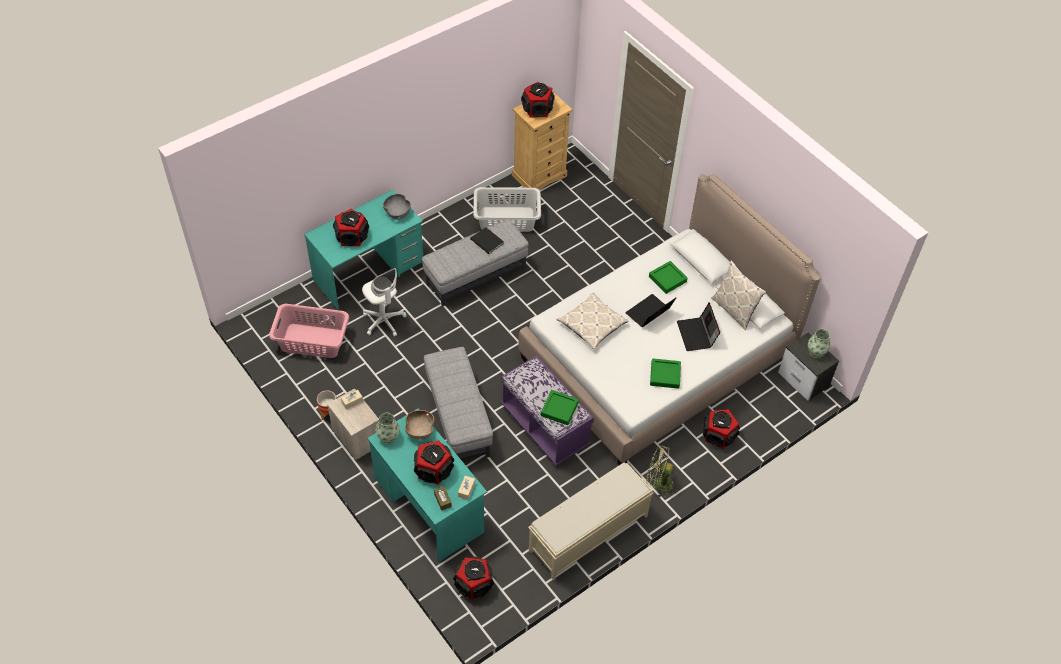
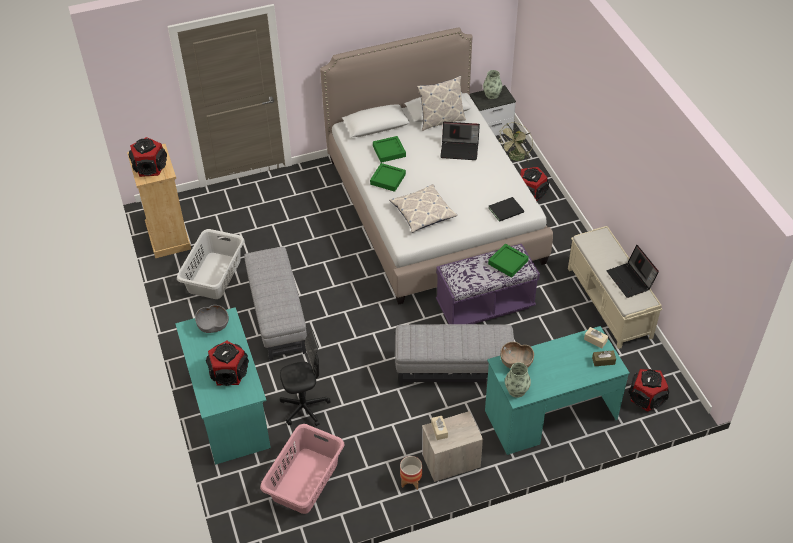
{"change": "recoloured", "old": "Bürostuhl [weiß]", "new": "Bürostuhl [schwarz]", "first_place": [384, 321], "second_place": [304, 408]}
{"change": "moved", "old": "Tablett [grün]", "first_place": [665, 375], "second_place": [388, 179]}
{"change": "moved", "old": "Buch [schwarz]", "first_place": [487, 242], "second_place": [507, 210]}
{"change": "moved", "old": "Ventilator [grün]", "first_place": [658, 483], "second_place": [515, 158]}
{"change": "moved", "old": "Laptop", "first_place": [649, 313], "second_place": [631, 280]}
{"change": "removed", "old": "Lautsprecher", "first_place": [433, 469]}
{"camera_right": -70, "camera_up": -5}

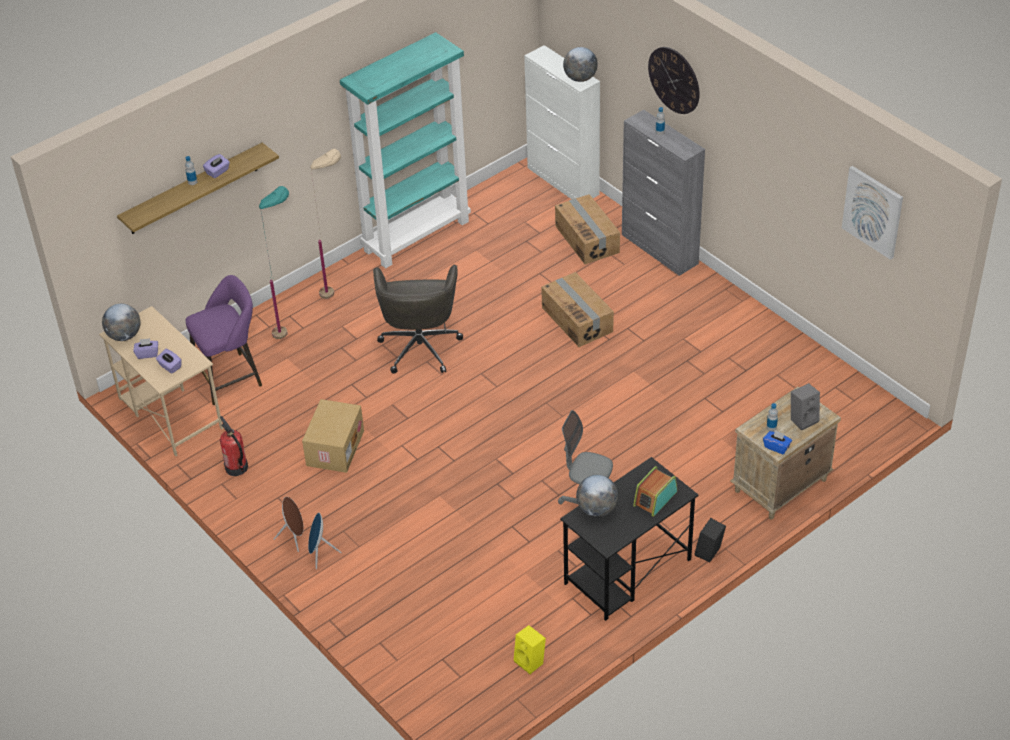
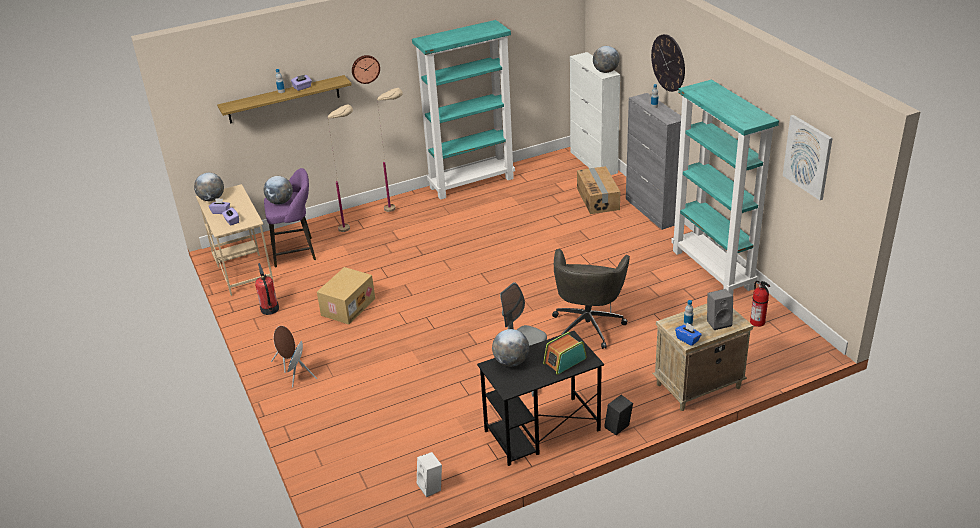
{"change": "added", "new": "Globus", "second_place": [280, 202]}
{"change": "recoloured", "old": "Stehlampe [türkis]", "new": "Stehlampe [beige]", "first_place": [290, 330], "second_place": [353, 228]}
{"change": "added", "new": "Wanduhr", "second_place": [365, 69]}
{"change": "recoloured", "old": "Lautsprecher [gelb]", "new": "Lautsprecher [weiß]", "first_place": [531, 661], "second_place": [431, 487]}
{"change": "moved", "old": "Bürostuhl [grau]", "first_place": [420, 346], "second_place": [588, 325]}
{"change": "added", "new": "Bücherregal [türkis]", "second_place": [713, 269]}
{"change": "added", "new": "Feuerlöscher", "second_place": [758, 322]}
{"change": "removed", "old": "Karton", "first_place": [577, 319]}
{"camera_right": 15, "camera_up": -10}

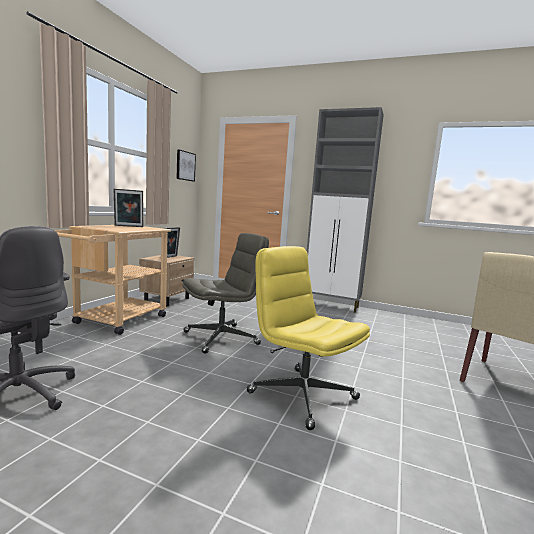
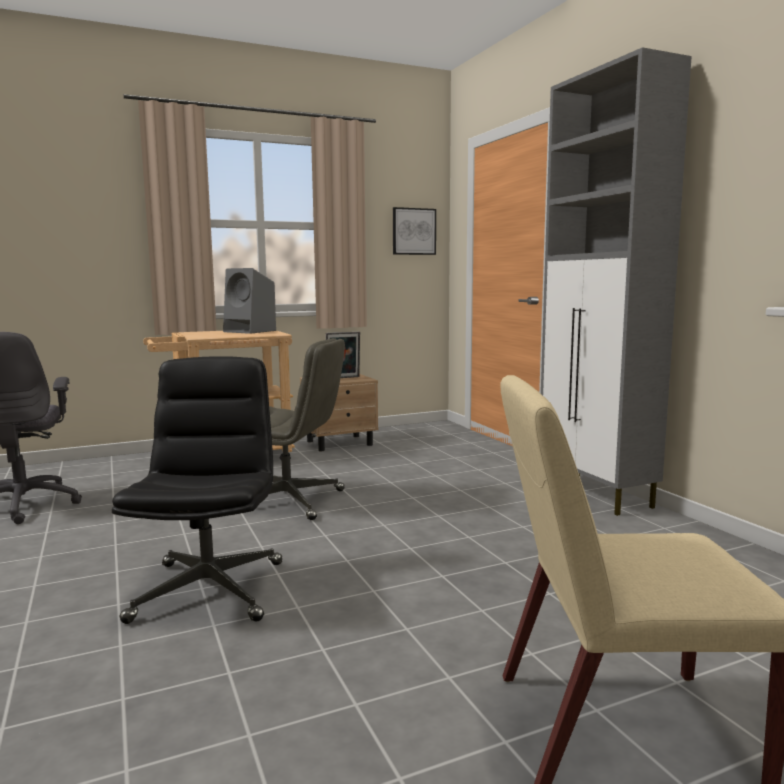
{"change": "recoloured", "old": "Bürostuhl [gelb]", "new": "Bürostuhl [schwarz]", "first_place": [301, 395], "second_place": [209, 590]}
{"change": "replaced", "old": "Bilderrahmen", "new": "Lautsprecher [grau]", "first_place": [128, 226], "second_place": [251, 331]}
{"camera_right": 45, "camera_up": 0}

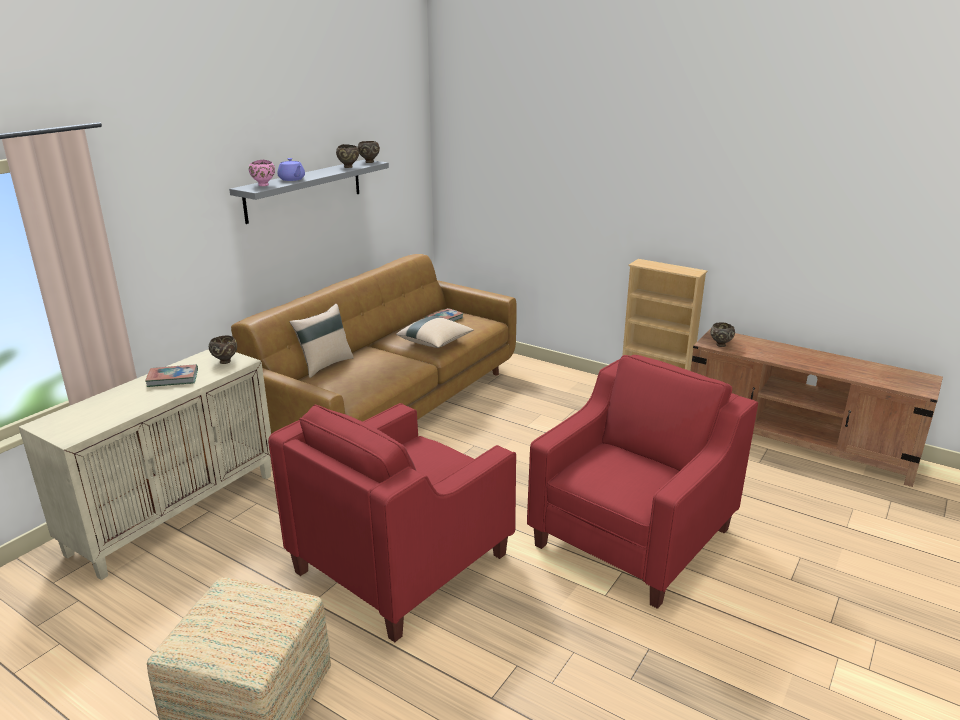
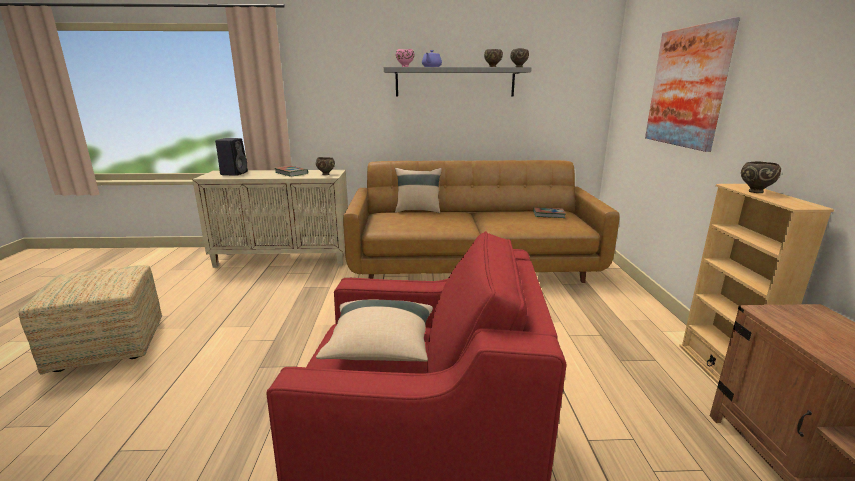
{"change": "added", "new": "Lautsprecher [schwarz]", "second_place": [234, 173]}
{"change": "moved", "old": "Kissen [beige]", "first_place": [435, 343], "second_place": [380, 348]}
{"change": "added", "new": "Bild", "second_place": [687, 87]}
{"change": "moved", "old": "Schüssel [braun]", "first_place": [720, 345], "second_place": [755, 191]}
{"change": "removed", "old": "Sessel [rot]", "first_place": [401, 563]}
{"camera_right": 55, "camera_up": -5}

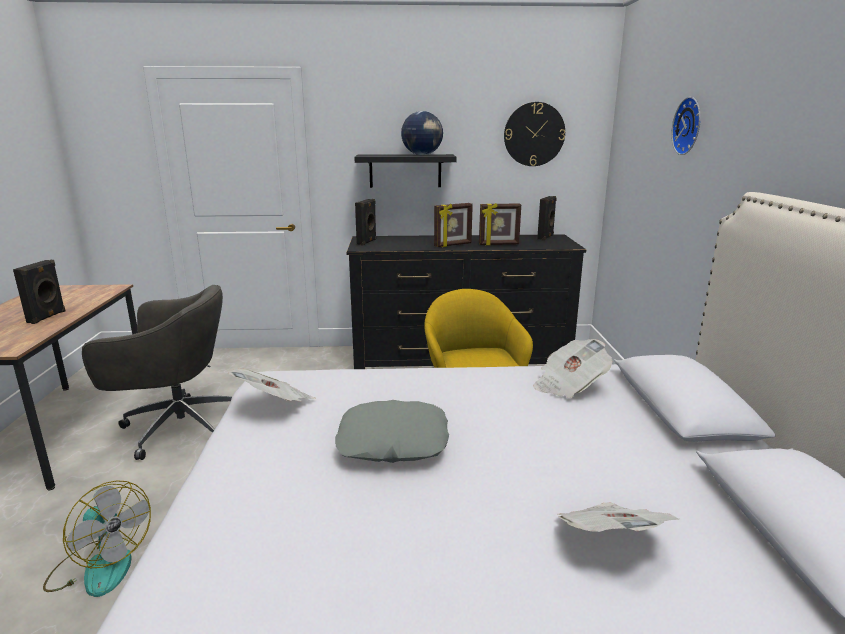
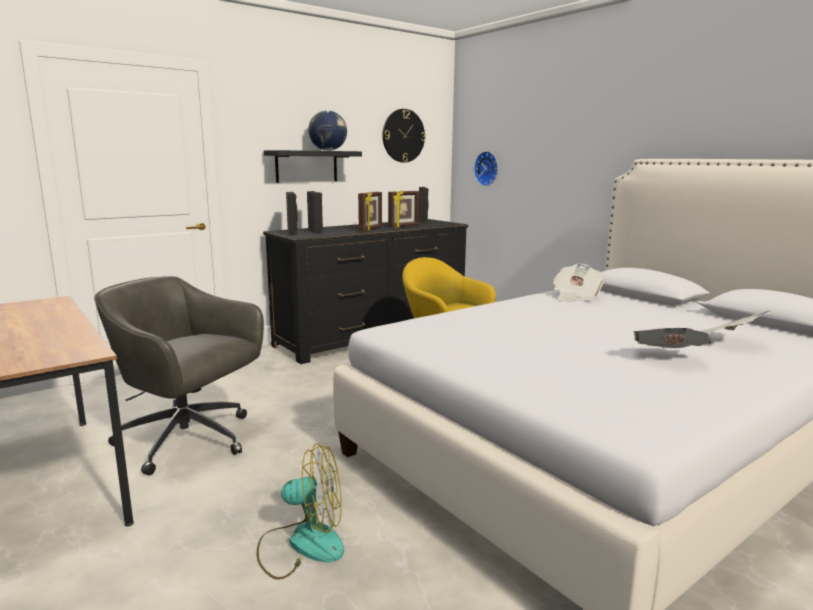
{"change": "turned", "old": "Bürostuhl [grau]", "first_place": [178, 427], "second_place": [189, 440], "degrees": -120}
{"change": "moved", "old": "Lautsprecher [schwarz]", "first_place": [47, 317], "second_place": [316, 231]}
{"change": "moved", "old": "Wanduhr", "first_place": [690, 126], "second_place": [487, 168]}
{"change": "moved", "old": "Zeitung", "first_place": [275, 404], "second_place": [668, 358]}
{"change": "removed", "old": "Kissen [grau]", "first_place": [393, 442]}
{"camera_right": -35, "camera_up": -5}

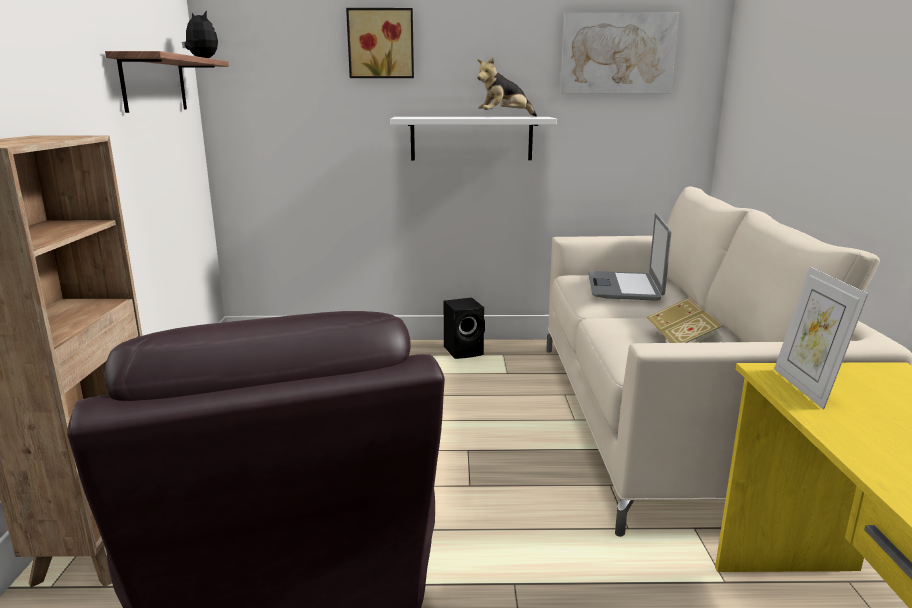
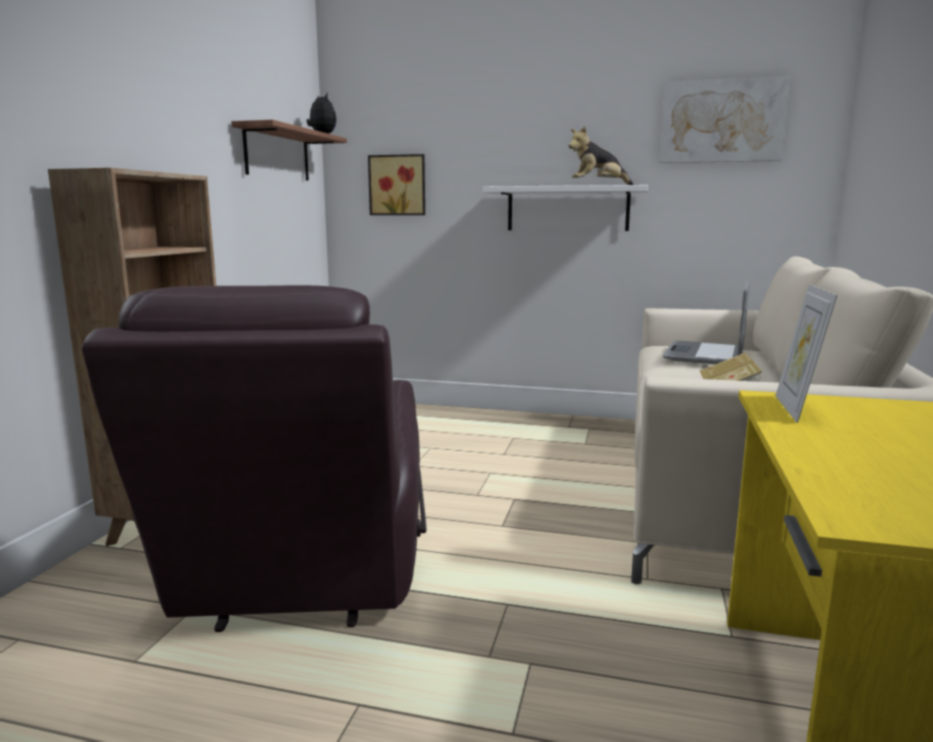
{"change": "moved", "old": "Bild", "first_place": [381, 44], "second_place": [398, 185]}
{"change": "removed", "old": "Lautsprecher [schwarz]", "first_place": [465, 351]}
{"camera_right": 15, "camera_up": -5}

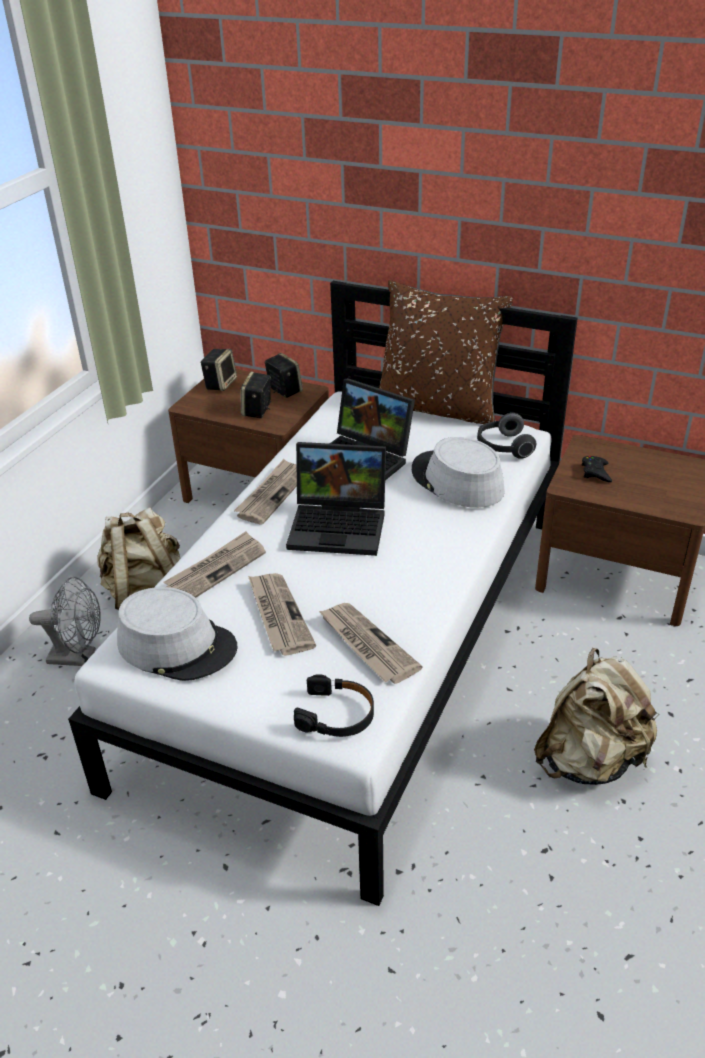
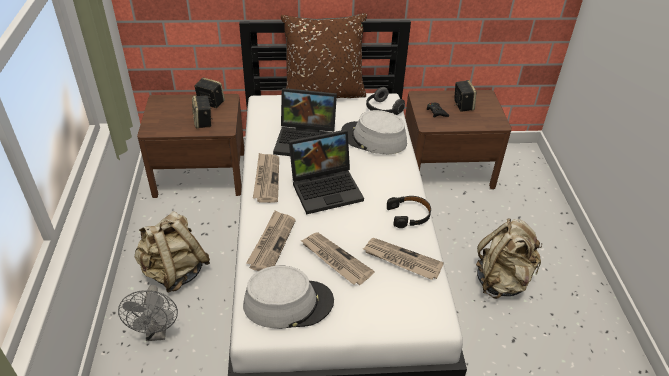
{"change": "turned", "old": "Ventilator [grau]", "first_place": [79, 657], "second_place": [157, 332], "degrees": 105}
{"change": "moved", "old": "Kopfhörer [schwarz]", "first_place": [336, 715], "second_place": [409, 215]}
{"change": "moved", "old": "Lautsprecher", "first_place": [220, 384], "second_place": [462, 105]}
{"camera_right": -30, "camera_up": 5}

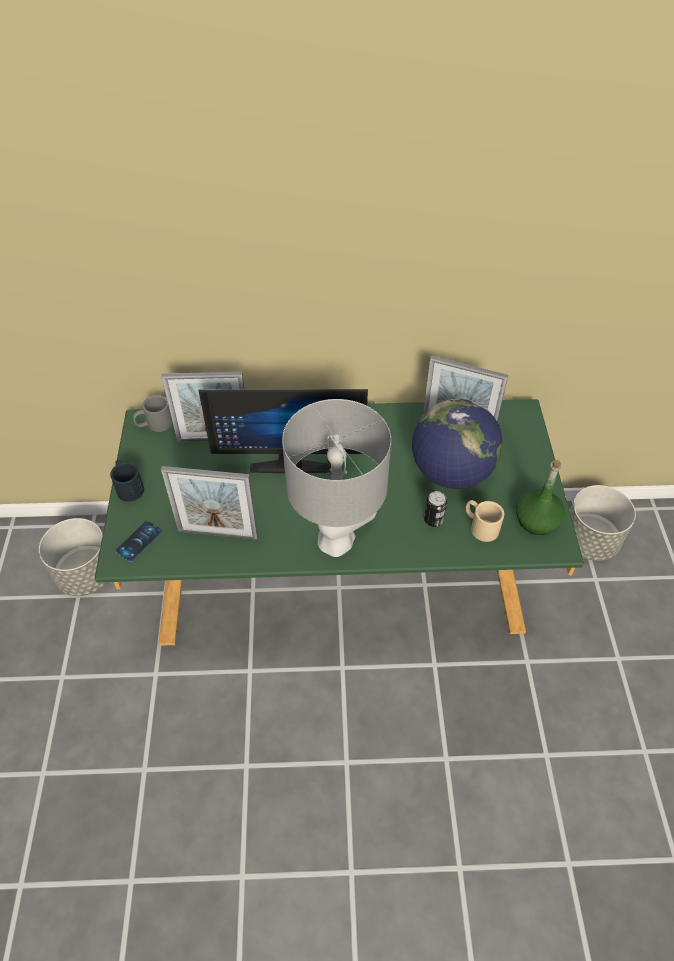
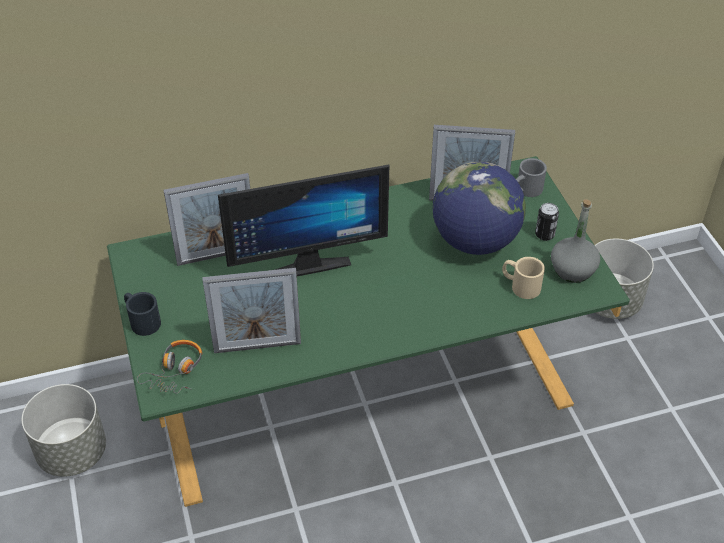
{"change": "replaced", "old": "Handy", "new": "Kopfhörer", "first_place": [139, 541], "second_place": [175, 371]}
{"change": "moved", "old": "Henkelbecher [grau]", "first_place": [154, 424], "second_place": [525, 191]}
{"change": "moved", "old": "Dose", "first_place": [433, 520], "second_place": [544, 234]}
{"change": "recoloured", "old": "Flasche [grün]", "new": "Flasche [grau]", "first_place": [536, 520], "second_place": [573, 269]}
{"change": "removed", "old": "Tischlampe [grau]", "first_place": [336, 540]}
{"camera_right": -15, "camera_up": -5}

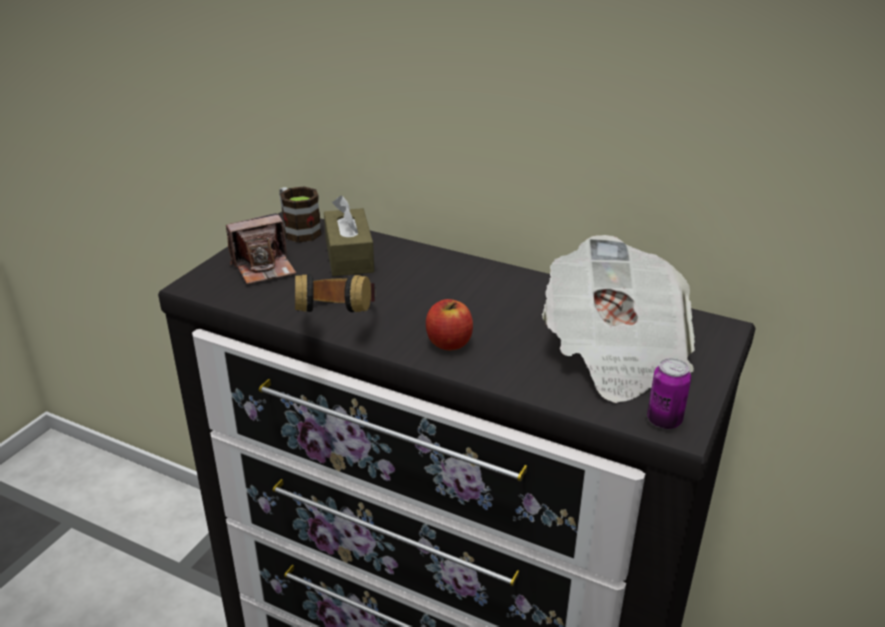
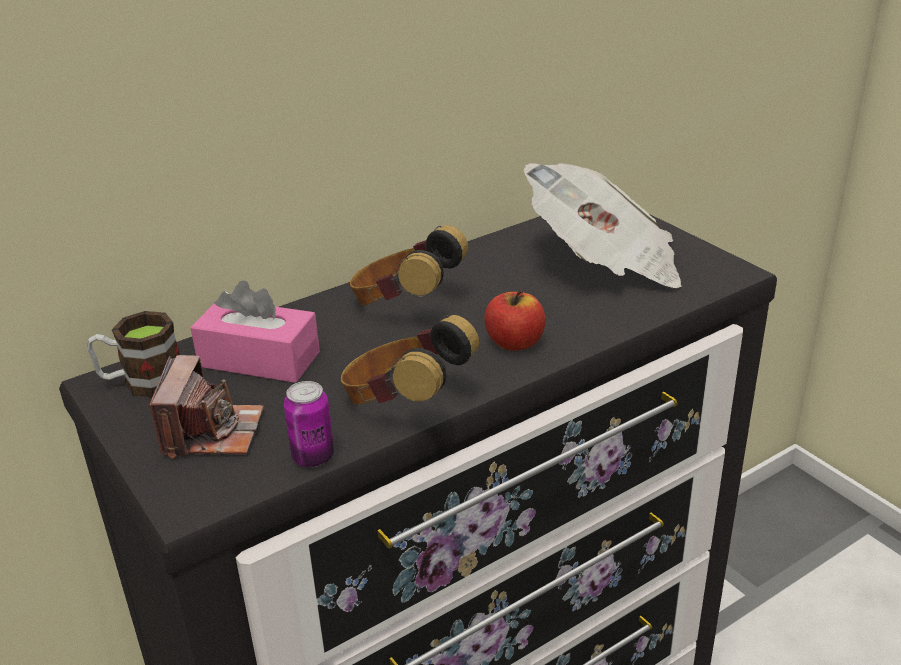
{"change": "recoloured", "old": "Taschentuchbox [braun]", "new": "Taschentuchbox [rosa]", "first_place": [349, 256], "second_place": [259, 359]}
{"change": "moved", "old": "Dose", "first_place": [664, 420], "second_place": [313, 457]}
{"change": "added", "new": "Kopfhörer", "second_place": [405, 305]}
{"camera_right": -60, "camera_up": 0}

